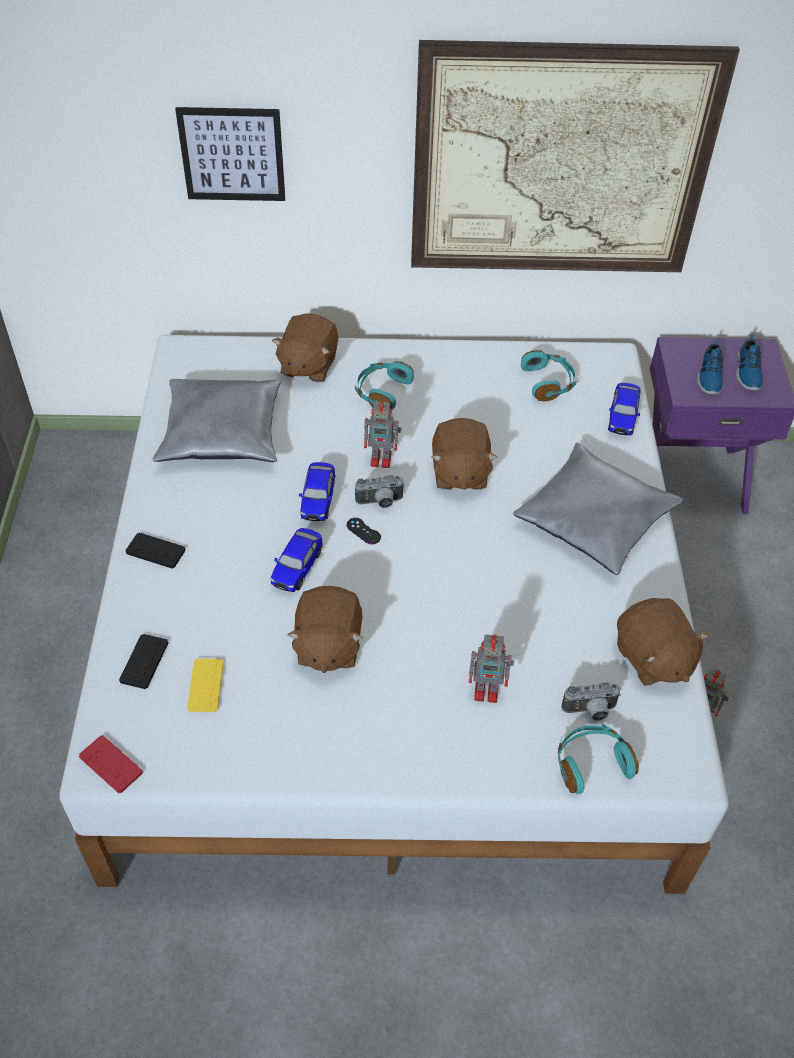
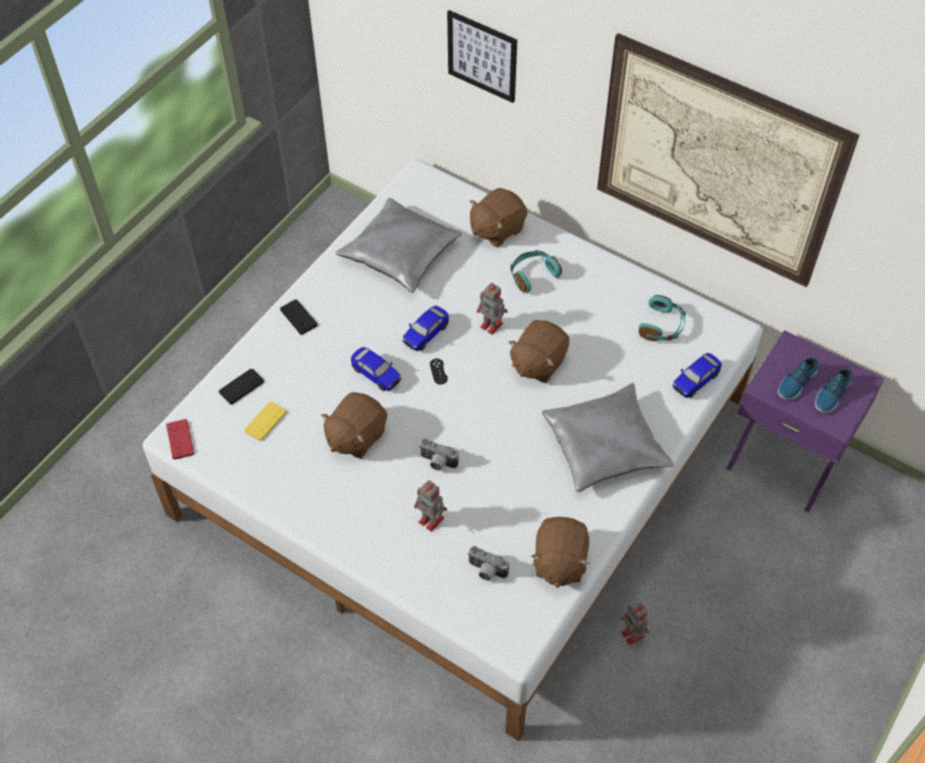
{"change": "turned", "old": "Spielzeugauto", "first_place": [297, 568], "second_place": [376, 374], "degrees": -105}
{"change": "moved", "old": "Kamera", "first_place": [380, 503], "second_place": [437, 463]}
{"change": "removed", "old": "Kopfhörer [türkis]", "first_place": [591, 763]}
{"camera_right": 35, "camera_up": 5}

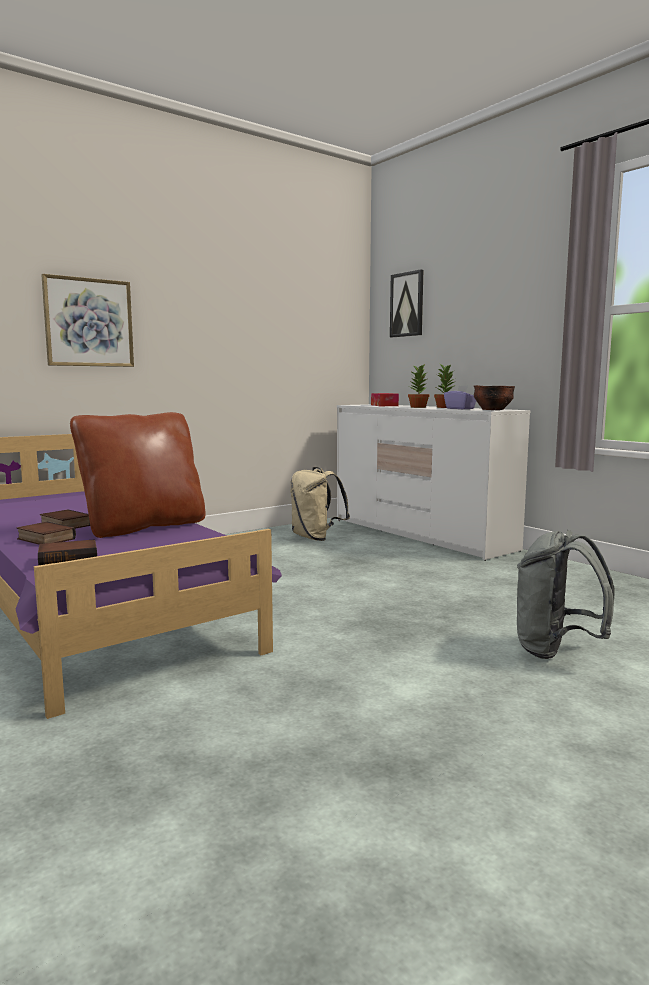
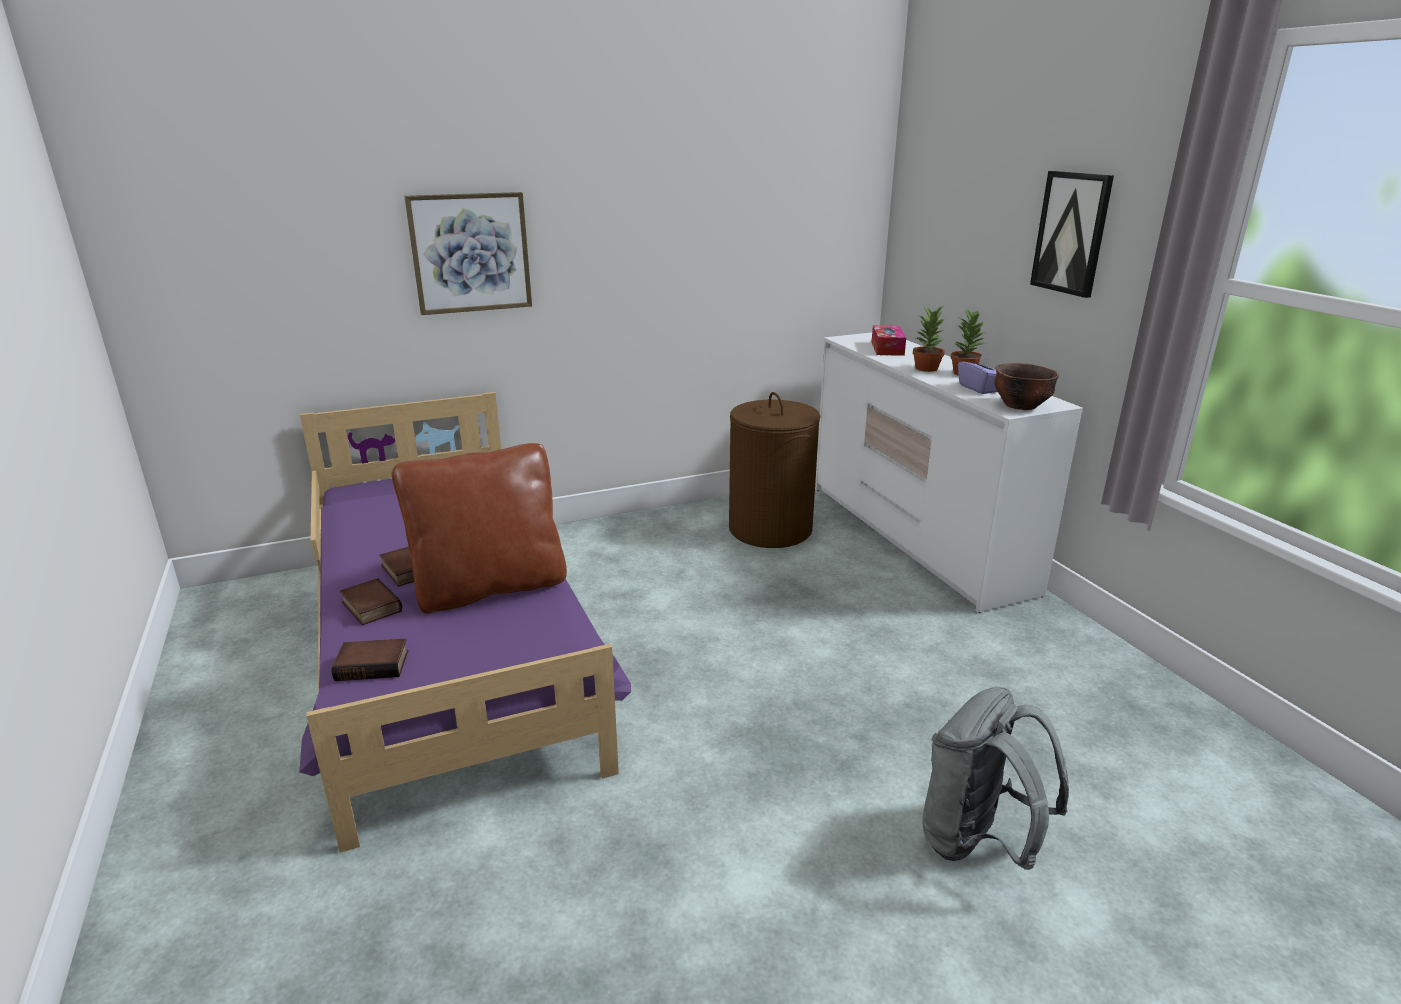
{"change": "replaced", "old": "Rucksack [beige]", "new": "Wäschekorb [braun]", "first_place": [316, 538], "second_place": [770, 529]}
{"change": "moved", "old": "Bild", "first_place": [407, 304], "second_place": [1072, 233]}
{"camera_right": 15, "camera_up": 15}

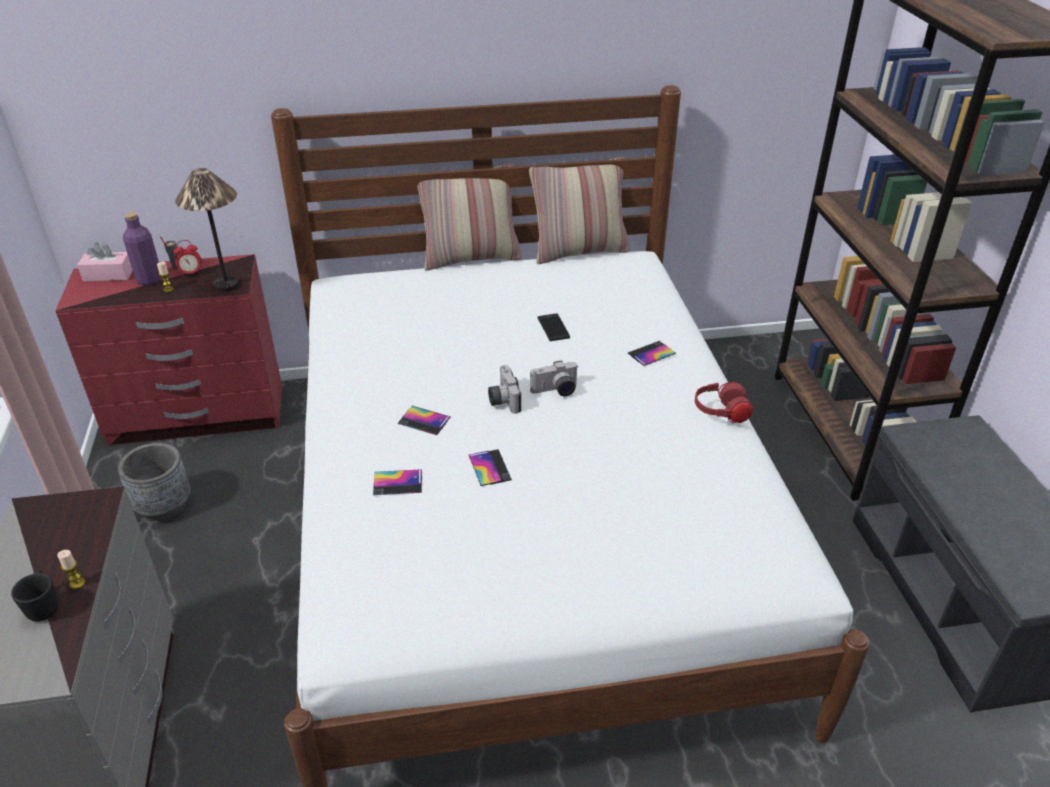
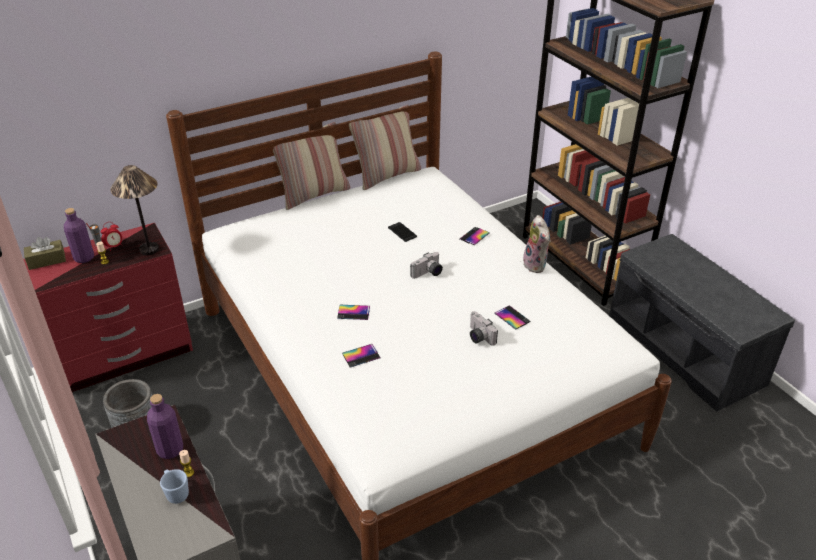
{"change": "recoloured", "old": "Taschentuchbox [rosa]", "new": "Taschentuchbox [braun]", "first_place": [108, 274], "second_place": [46, 260]}
{"change": "added", "new": "Flasche [lila]", "second_place": [170, 450]}
{"change": "recoloured", "old": "Henkelbecher [schwarz]", "new": "Henkelbecher [blau]", "first_place": [44, 606], "second_place": [176, 493]}
{"change": "moved", "old": "Kamera", "first_place": [502, 399], "second_place": [478, 337]}
{"change": "moved", "old": "Handy", "first_place": [489, 467], "second_place": [512, 317]}
{"change": "replaced", "old": "Kopfhörer [rot]", "new": "Plüschtier", "first_place": [721, 414], "second_place": [536, 265]}
{"camera_right": -20, "camera_up": 0}

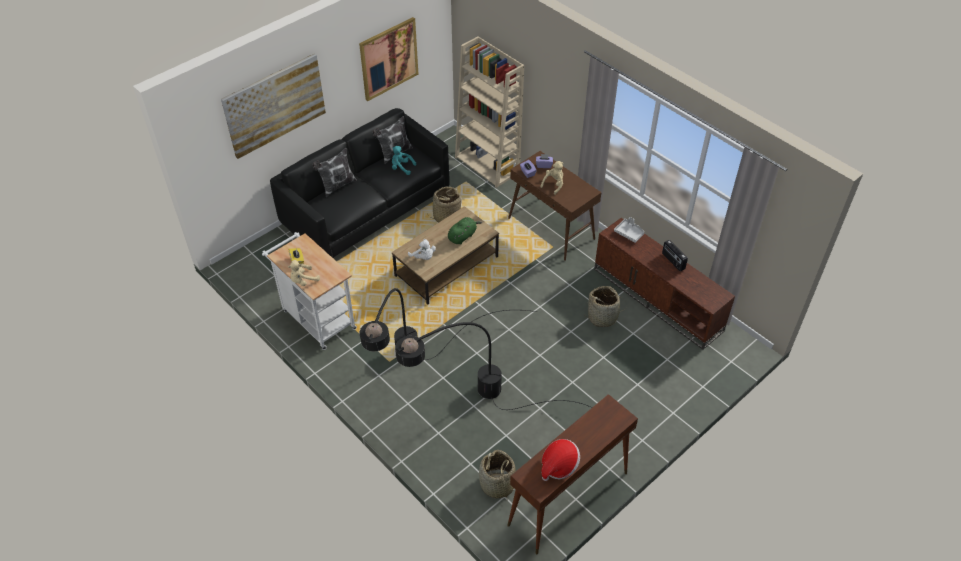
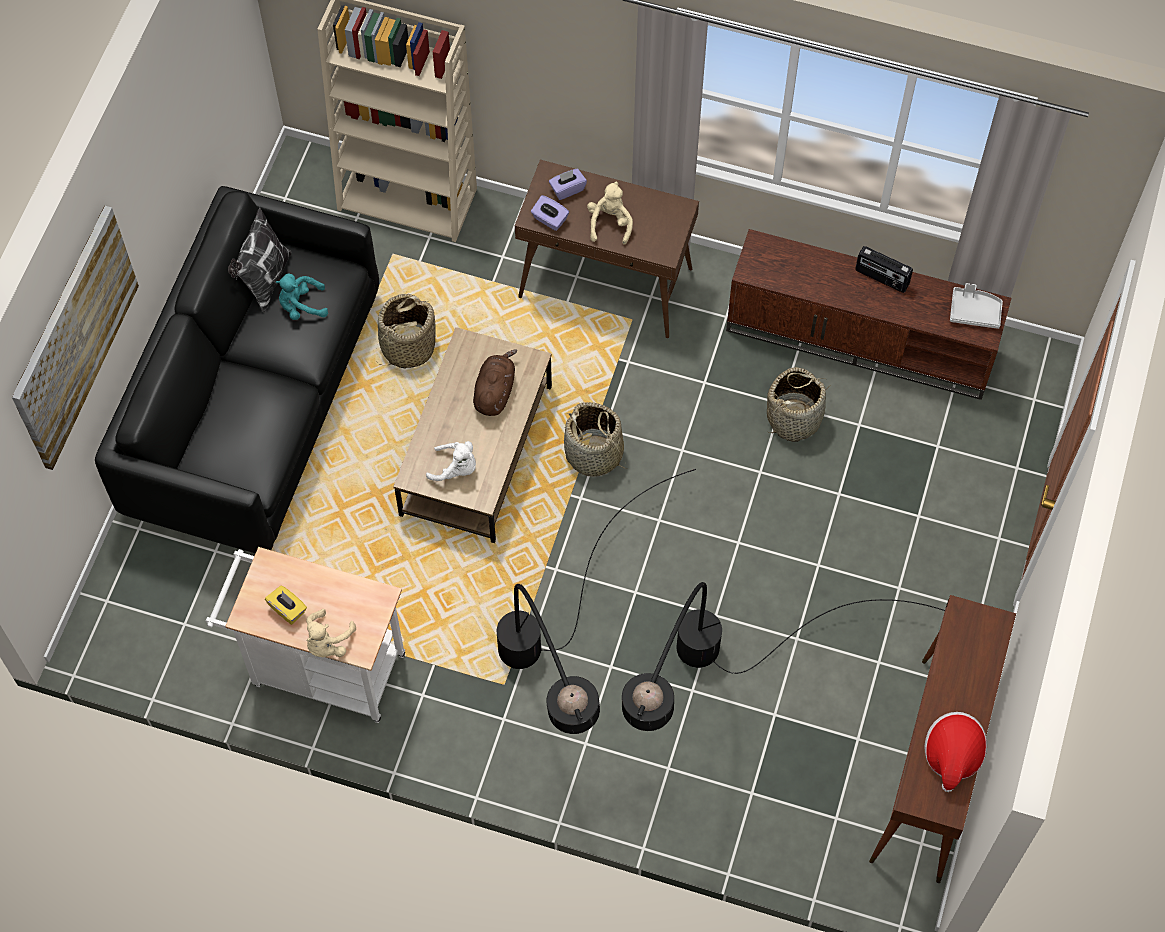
{"change": "recoloured", "old": "Plüschtier [grün]", "new": "Plüschtier [braun]", "first_place": [463, 236], "second_place": [495, 391]}
{"change": "moved", "old": "Korb", "first_place": [497, 485], "second_place": [594, 454]}
{"change": "moved", "old": "Tablett [grau]", "first_place": [629, 233], "second_place": [974, 311]}
{"change": "removed", "old": "Kissen", "first_place": [337, 186]}
{"change": "removed", "old": "Bild", "first_place": [389, 58]}
{"camera_right": -30, "camera_up": 15}

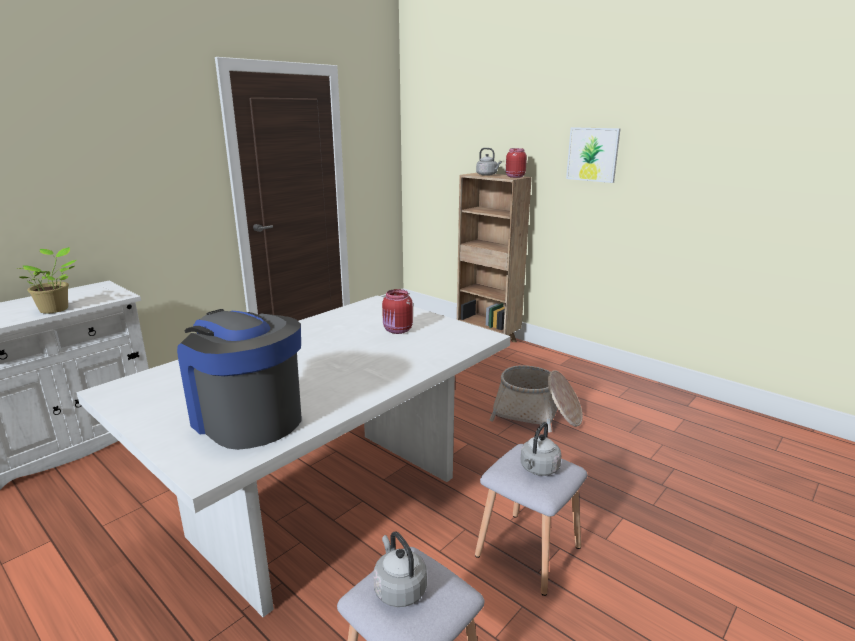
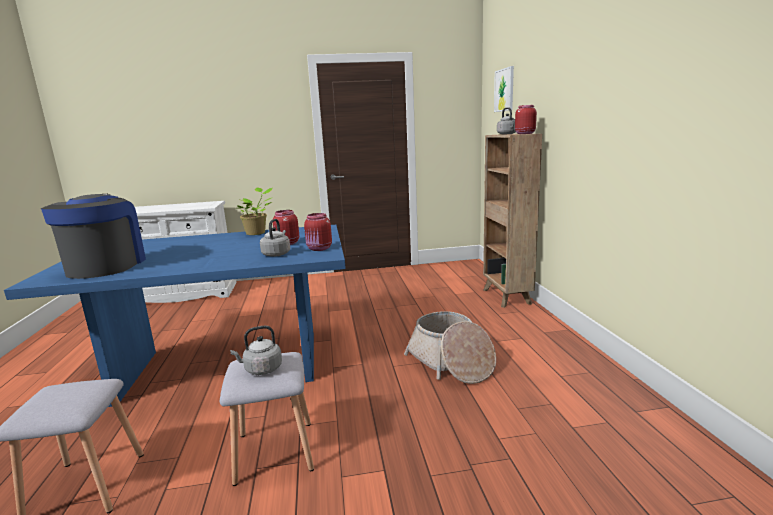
{"change": "recoloured", "old": "Esstisch [weiß]", "new": "Esstisch [blau]", "first_place": [328, 506], "second_place": [223, 367]}
{"change": "moved", "old": "Topfpflanze", "first_place": [56, 309], "second_place": [257, 233]}
{"change": "moved", "old": "Wasserkessel [grau]", "first_place": [399, 588], "second_place": [277, 254]}
{"change": "added", "new": "Vorratsglas [rot]", "second_place": [319, 249]}
{"change": "moved", "old": "Bild", "first_place": [592, 154], "second_place": [504, 90]}
{"camera_right": 40, "camera_up": -5}

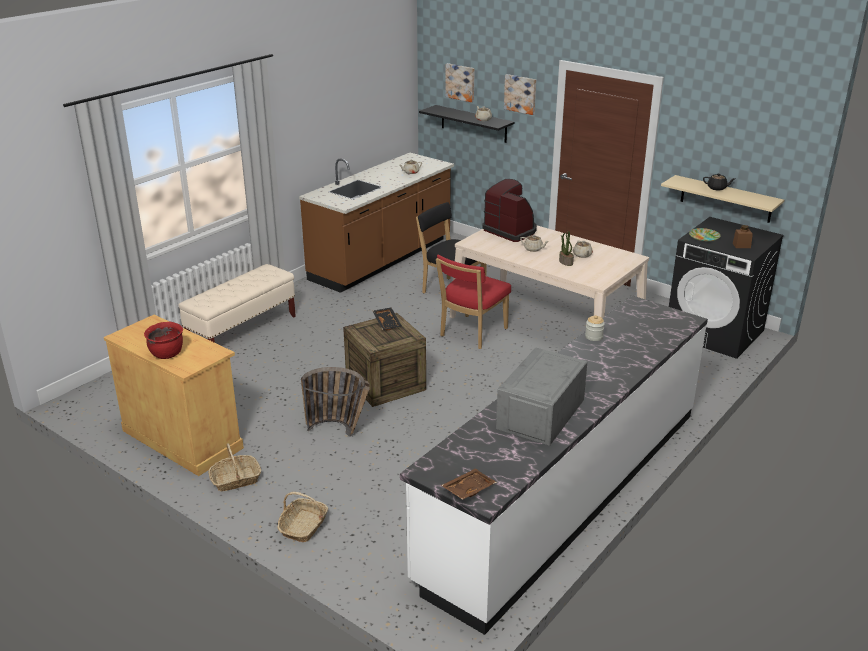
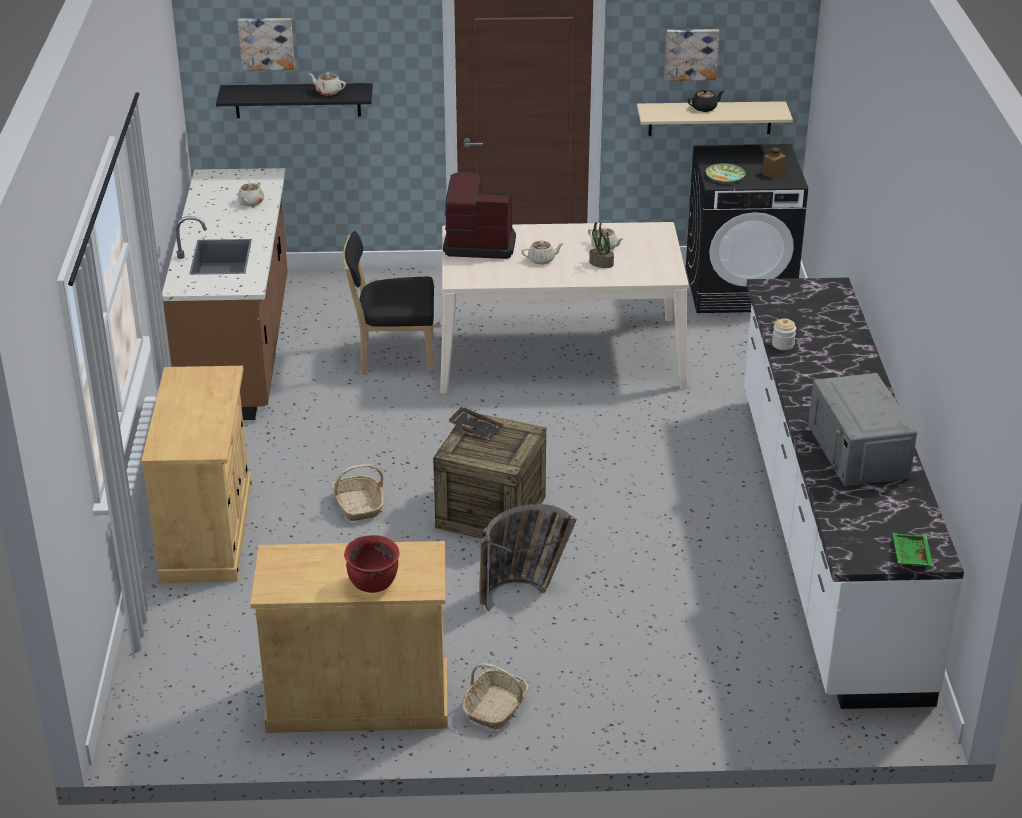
{"change": "replaced", "old": "Bank [beige]", "new": "Schrank [beige]", "first_place": [242, 331], "second_place": [208, 531]}
{"change": "moved", "old": "Korb", "first_place": [303, 526], "second_place": [358, 505]}
{"change": "moved", "old": "Bild", "first_place": [521, 94], "second_place": [691, 53]}
{"change": "recoloured", "old": "Tablett [braun]", "new": "Tablett [grün]", "first_place": [468, 489], "second_place": [909, 556]}
{"change": "removed", "old": "Stuhl [rot]", "first_place": [471, 333]}
{"camera_right": -40, "camera_up": 5}

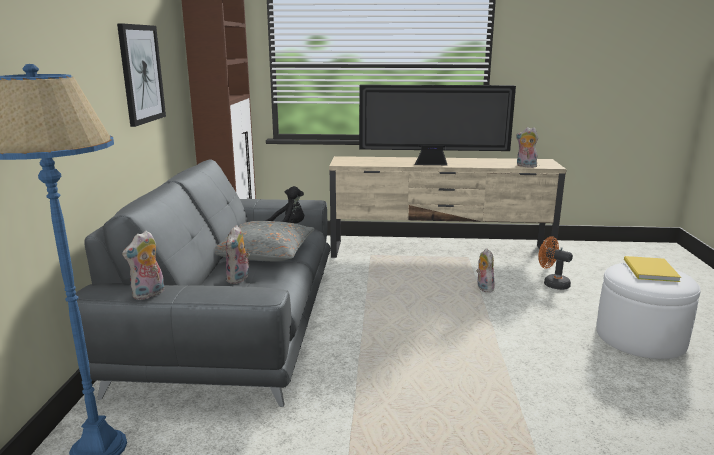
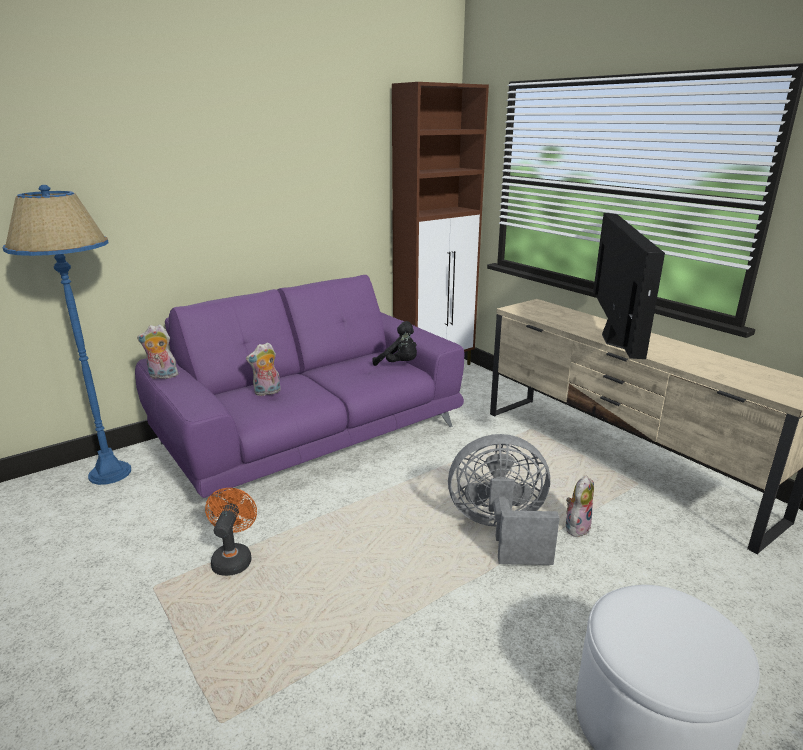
{"change": "recoloured", "old": "Sofa [grau]", "new": "Sofa [lila]", "first_place": [235, 322], "second_place": [311, 434]}
{"change": "moved", "old": "Ventilator [orange]", "first_place": [552, 283], "second_place": [233, 558]}
{"change": "added", "new": "Ventilator [grau]", "second_place": [500, 531]}
{"change": "turned", "old": "Fernseher", "first_place": [433, 164], "second_place": [613, 339], "degrees": -135}
{"change": "removed", "old": "Bild", "first_place": [141, 74]}
{"change": "removed", "old": "Kissen [grau]", "first_place": [265, 252]}
{"change": "removed", "old": "Plüschtier", "first_place": [525, 166]}
{"change": "removed", "old": "Buch [gelb]", "first_place": [649, 271]}
{"camera_right": 50, "camera_up": 5}

